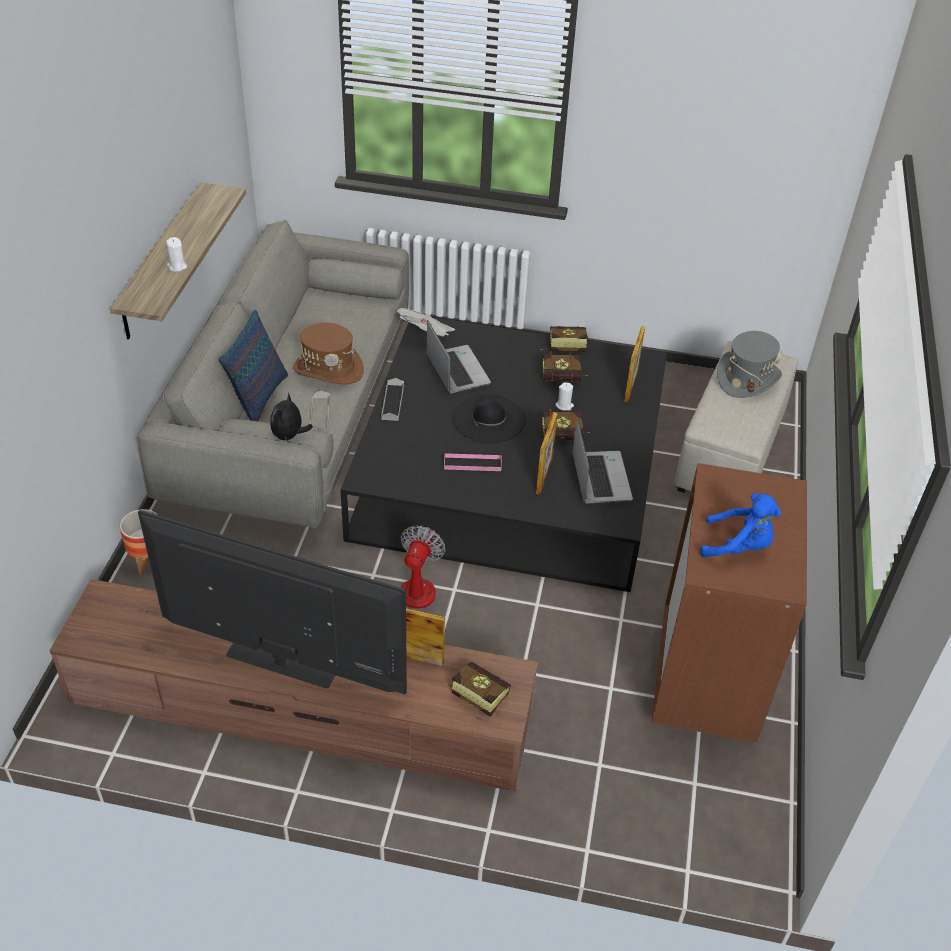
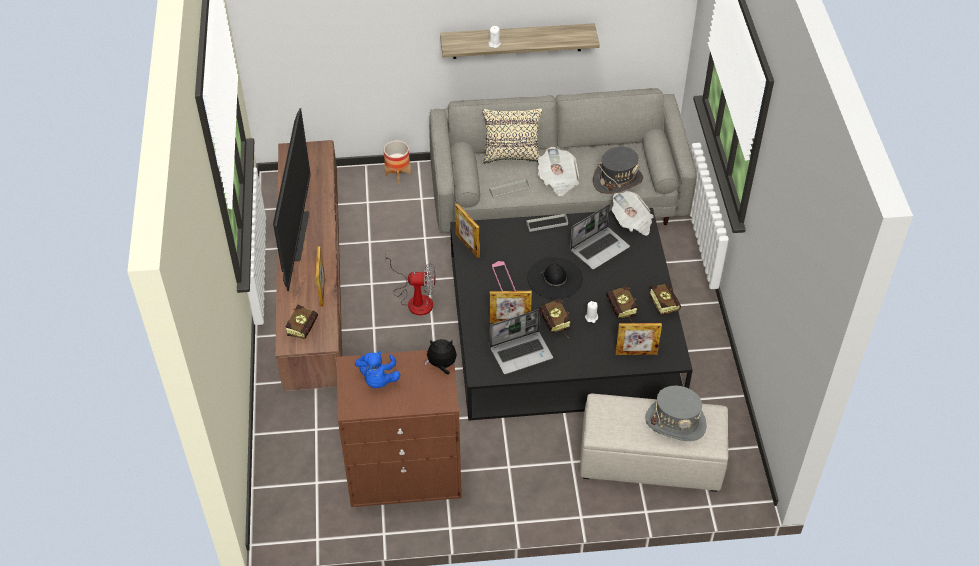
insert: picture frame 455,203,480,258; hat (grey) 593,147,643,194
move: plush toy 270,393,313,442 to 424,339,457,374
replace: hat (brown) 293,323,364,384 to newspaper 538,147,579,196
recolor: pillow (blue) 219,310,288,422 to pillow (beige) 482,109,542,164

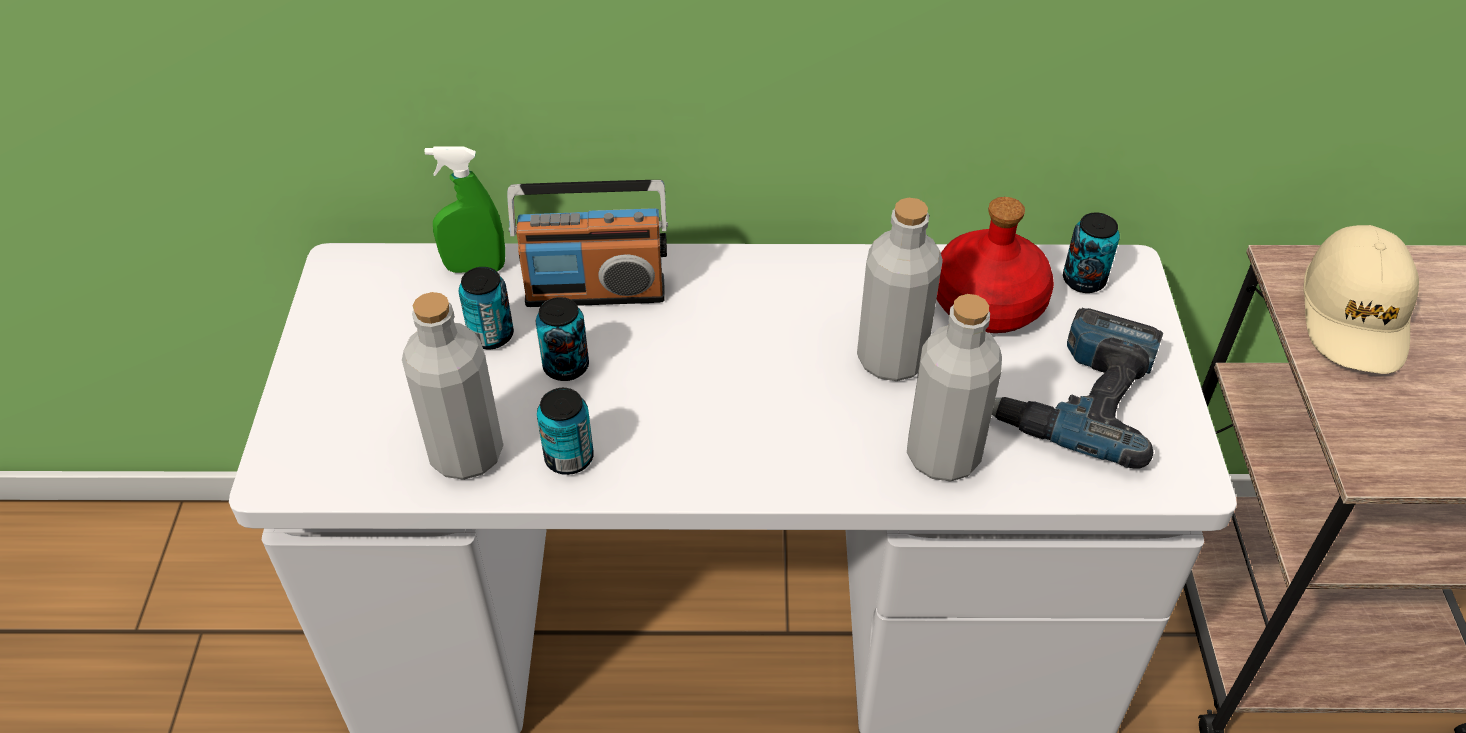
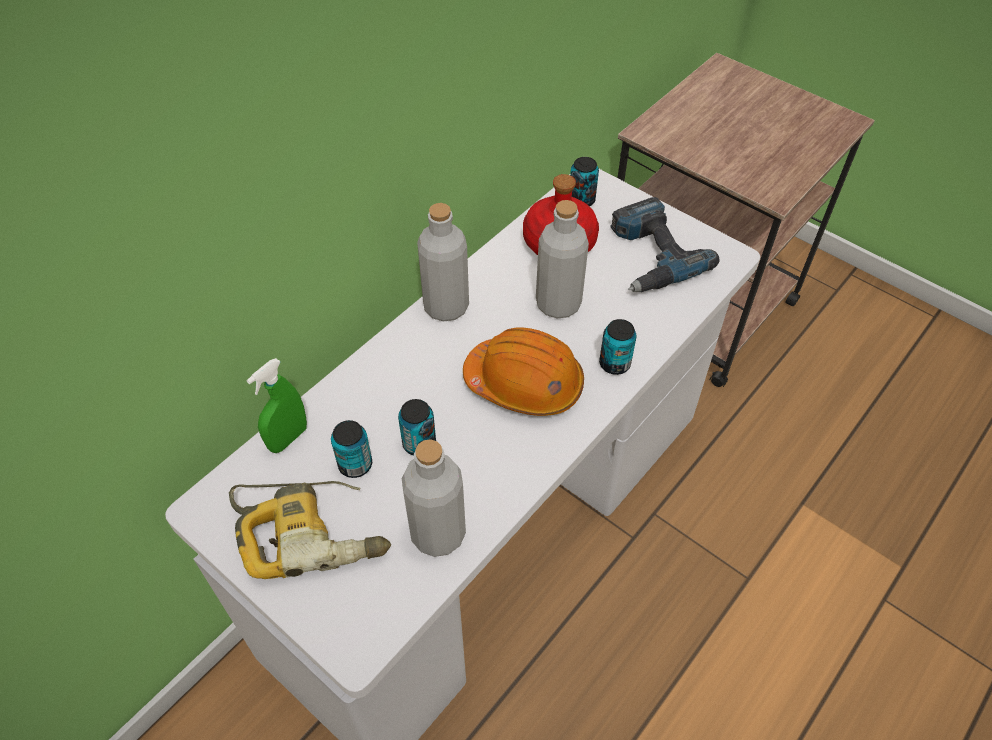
delete: radio 507,180,668,307; cap (beige) 1304,225,1419,374
insert: power drill 229,481,391,579; hard hat (orange) 463,327,584,416
move: can 537,388,594,475 to 599,319,637,375; bottle (grey) 907,294,1002,481 to 417,203,469,322

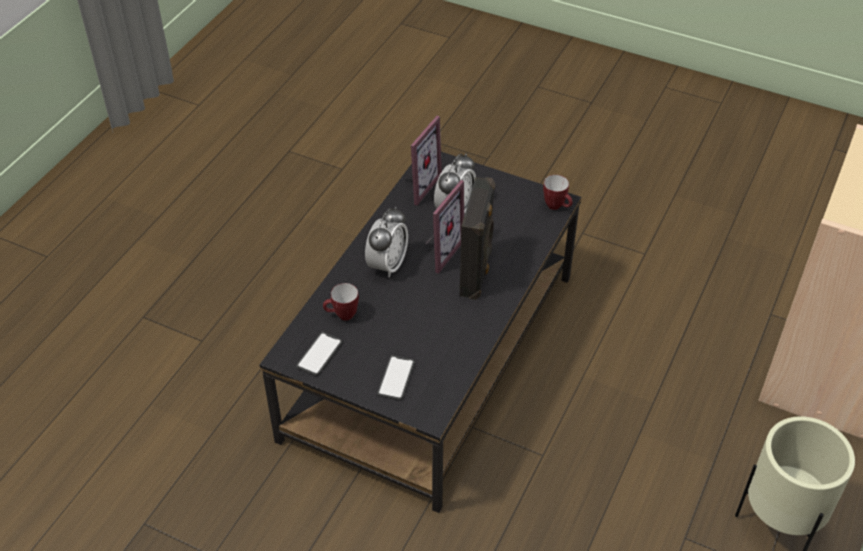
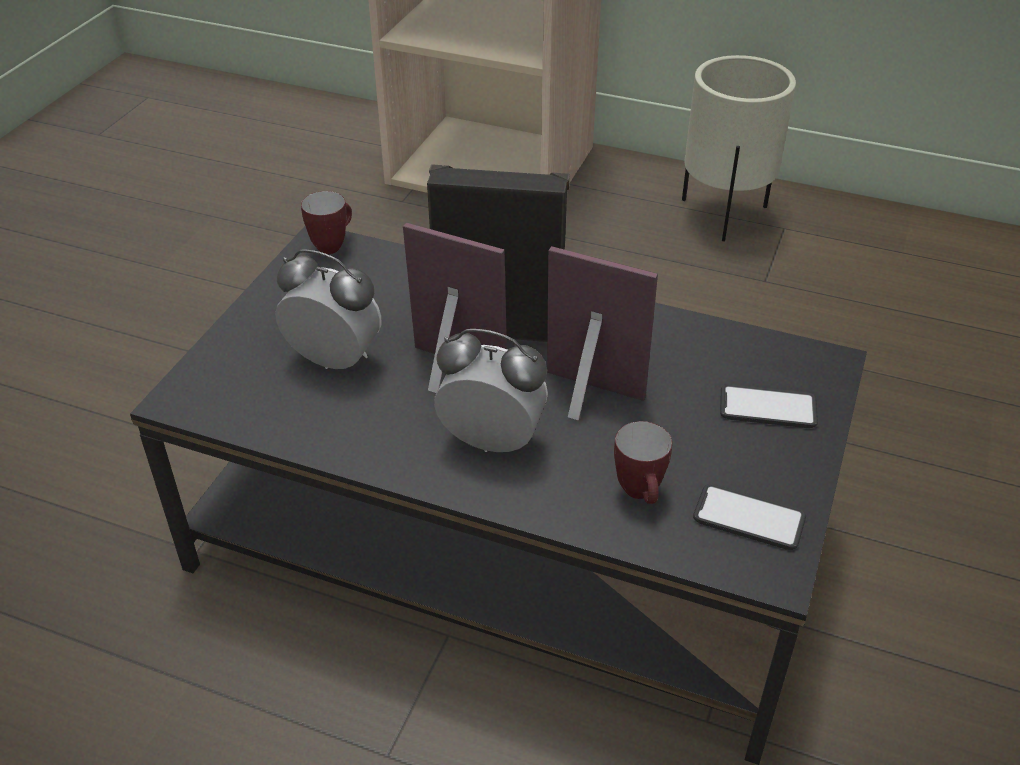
move: picture frame 411,116,442,206 to 547,246,658,421

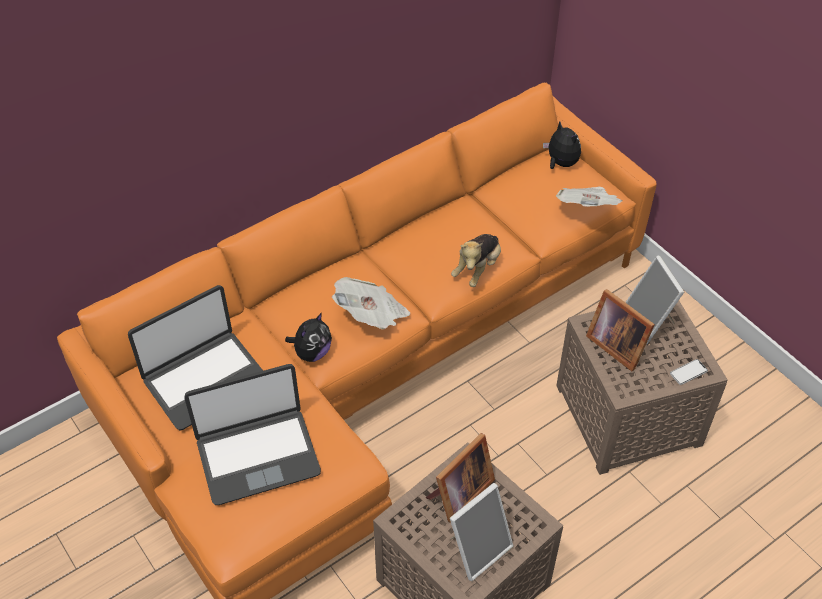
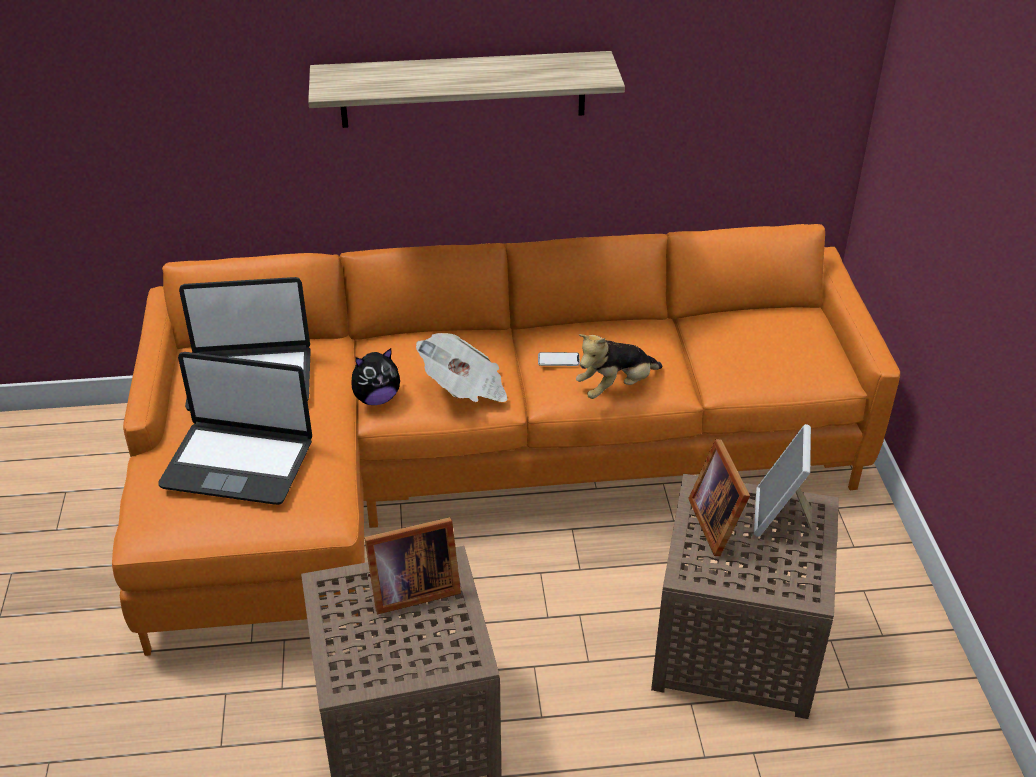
delete: picture frame 450,483,514,581; plush toy 543,122,581,169; newspaper 556,186,622,207
insert: shelf 308,51,625,128
move: phone 670,359,708,385 to 538,352,580,366

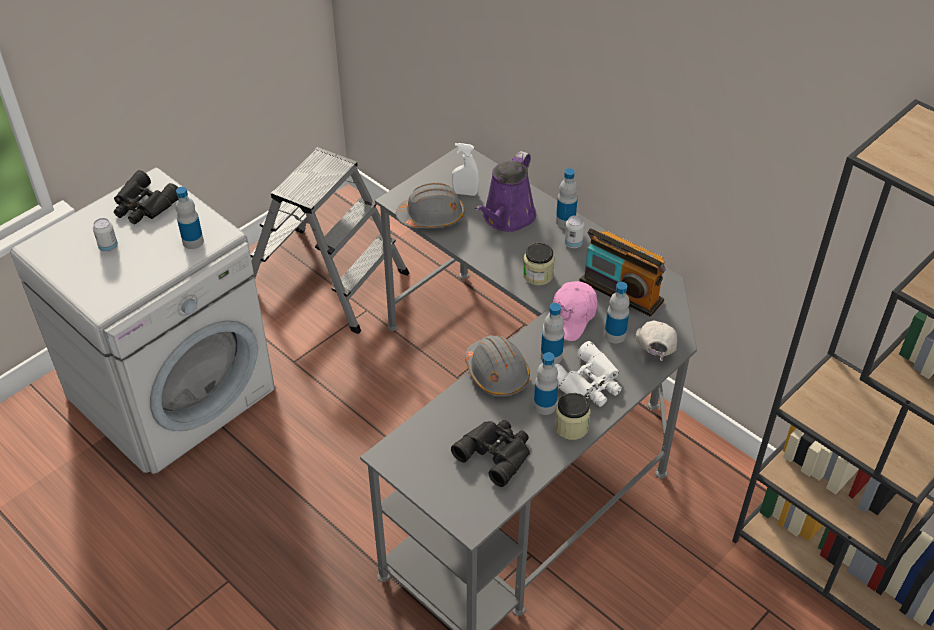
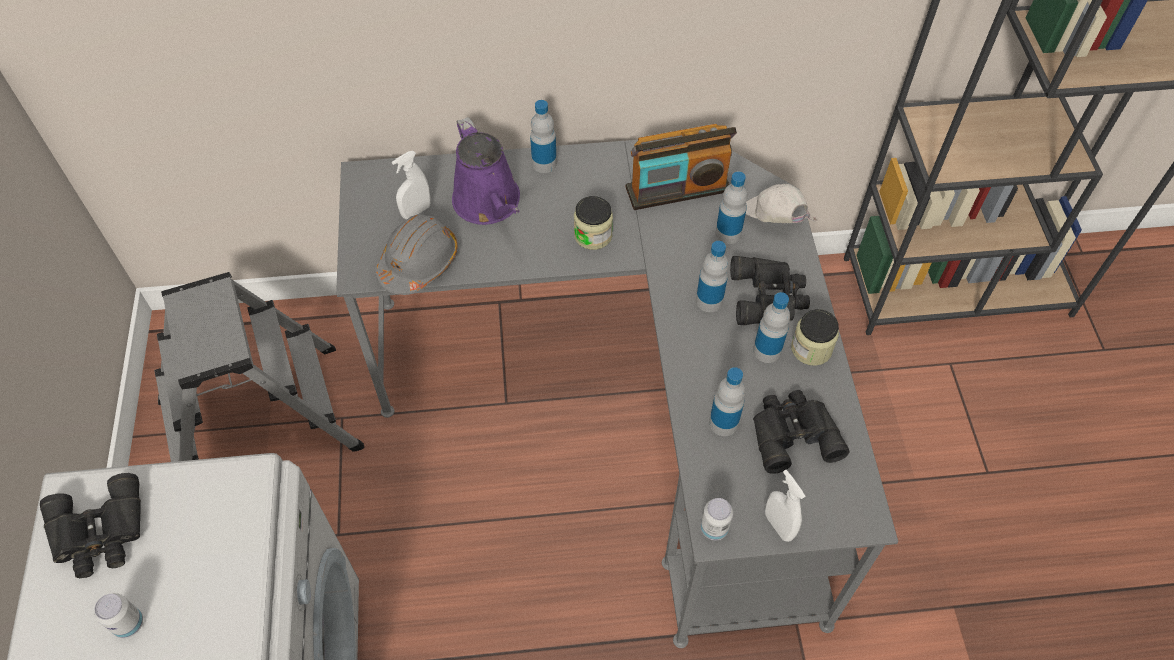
delete: hard hat (grey) 465,335,530,397; cap (pink) 543,281,598,341
insert: spray bottle (white) 765,469,806,542
move: bottle 175,187,204,249 to 709,367,745,436; can 564,215,584,248 to 700,498,733,540
recolor: binoculars (white) 555,341,622,407 to binoculars (black) 730,256,810,325

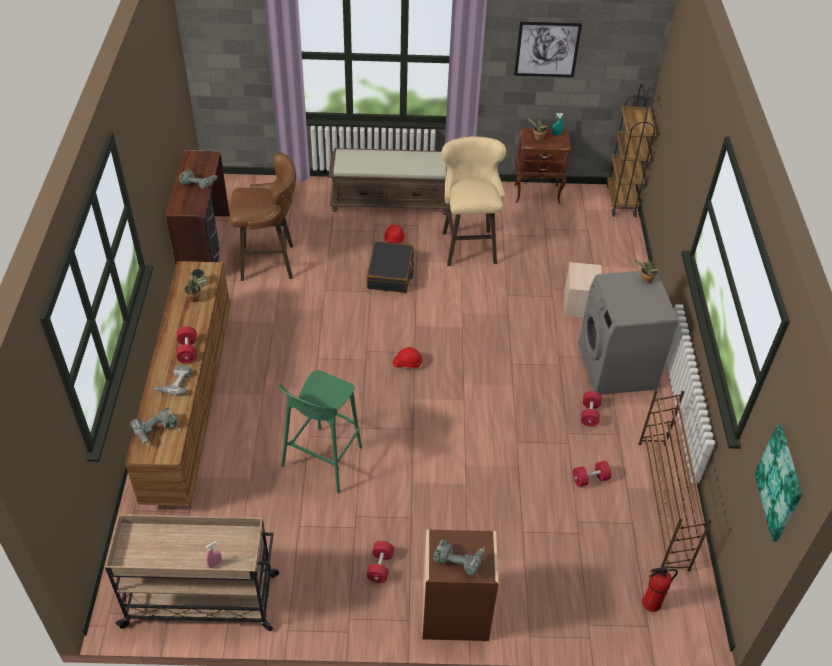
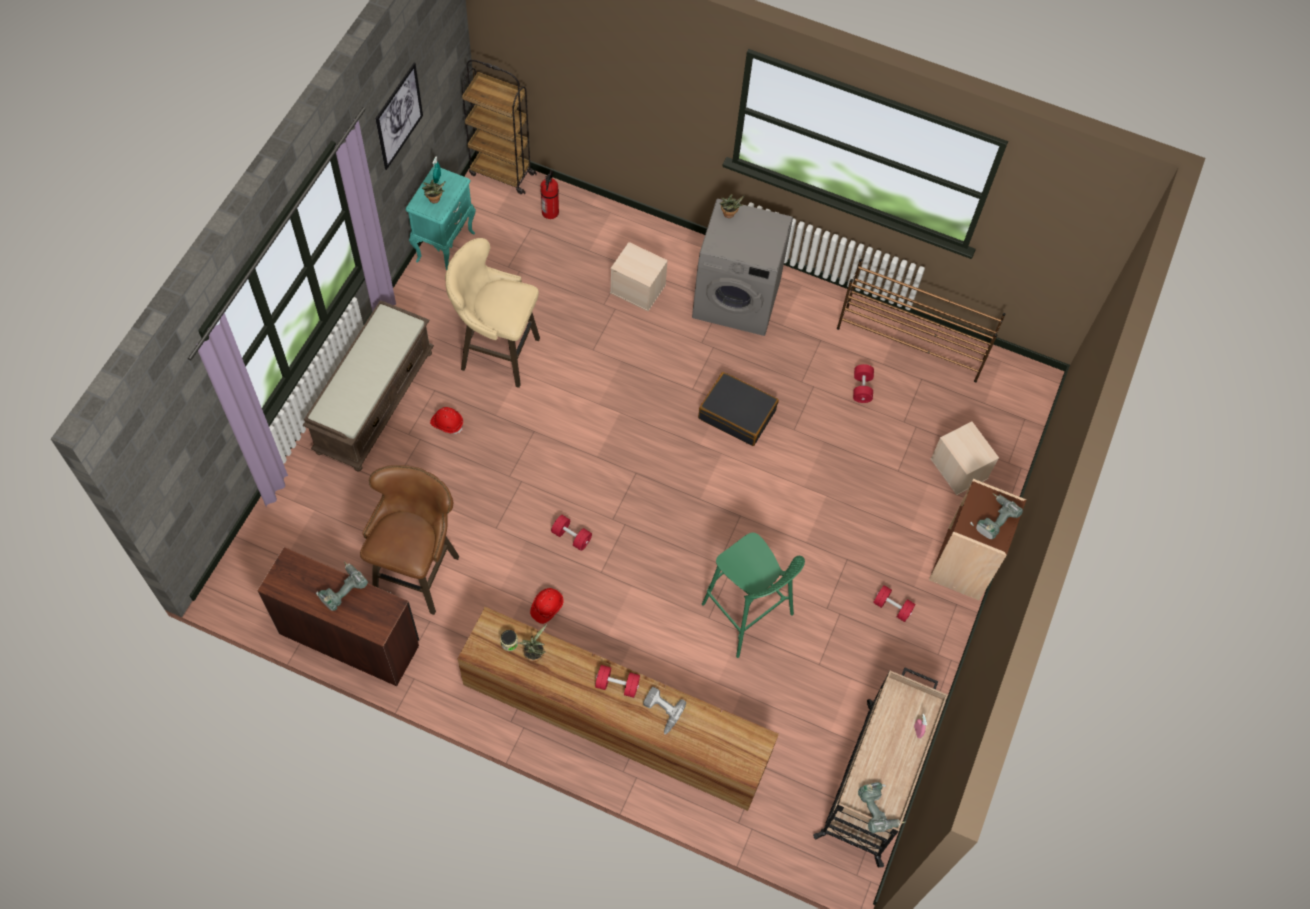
delete: picture 755,425,802,542
insert: storage box (beige) 931,422,999,495
move: power drill 130,408,181,447 to 858,782,905,833; suitcase (black) 367,241,414,293 to 698,372,779,446; hard hat (red) 393,347,423,370 to 530,588,563,624; dumbbell (red) 581,391,601,427 to 551,515,592,551; fire extinguisher 642,566,678,612 to 540,170,559,219
recolor: nightstand (brown) 514,129,571,204 to nightstand (turquoise) 406,166,476,271

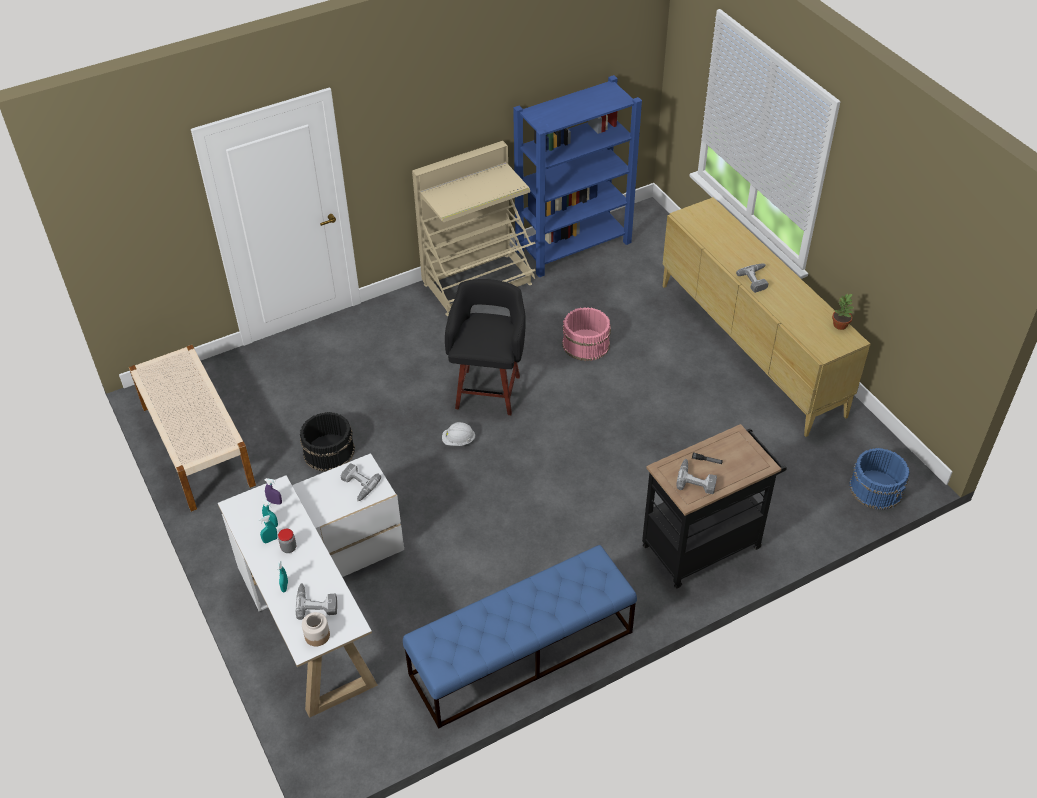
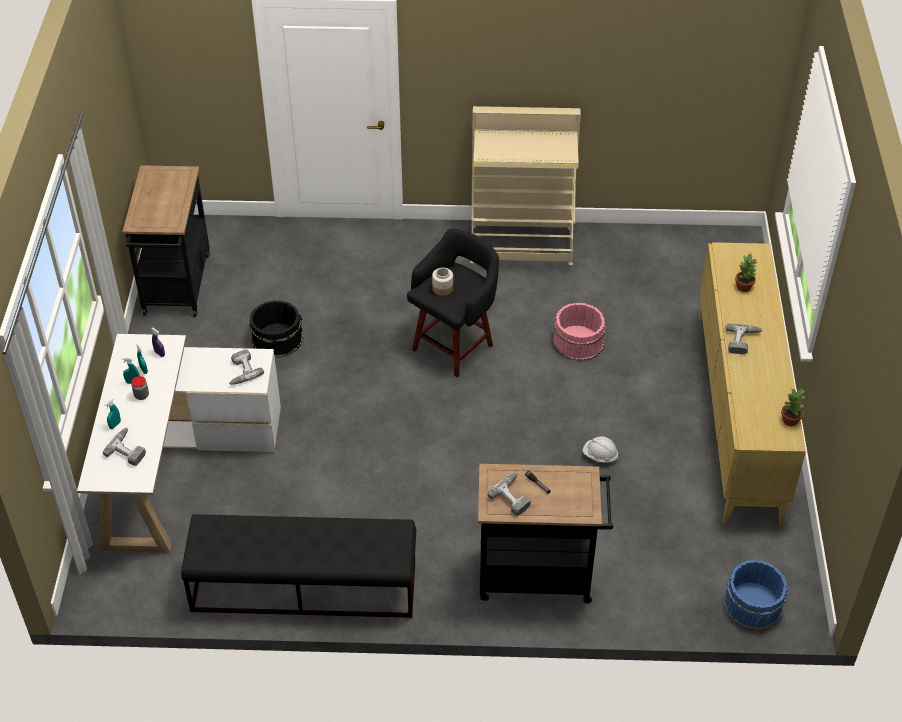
delete: bookcase (blue) 513,75,642,277
insert: potted plant 735,254,757,292
move: jar 302,612,330,647 to 432,268,453,296; hard hat (white) 442,422,476,446 to 583,436,618,463
replace: bench (beige) 129,345,256,512 to cart (black) 122,165,210,317
recolor: bench (blue) 403,545,637,729 to bench (black) 181,514,416,618

